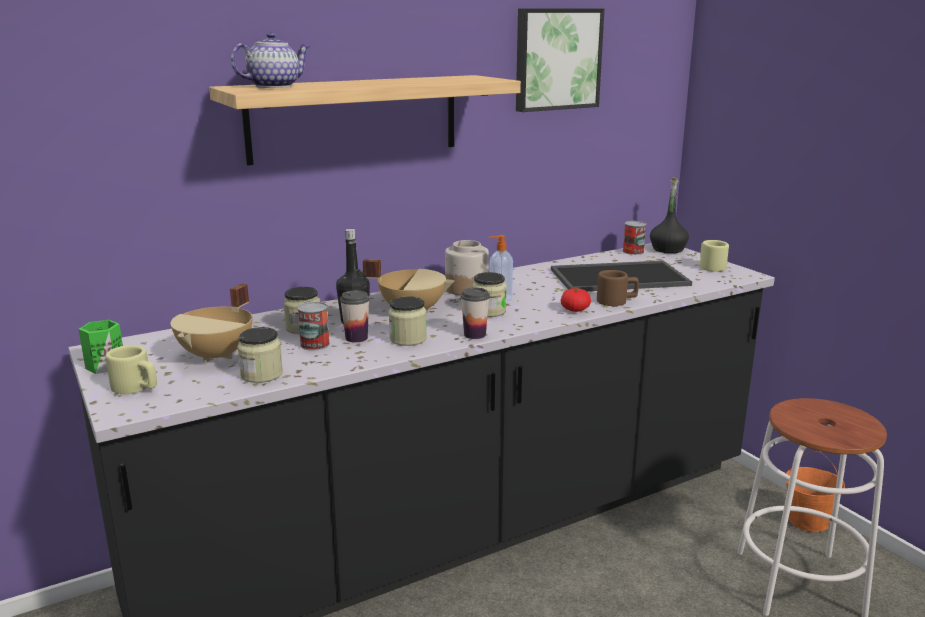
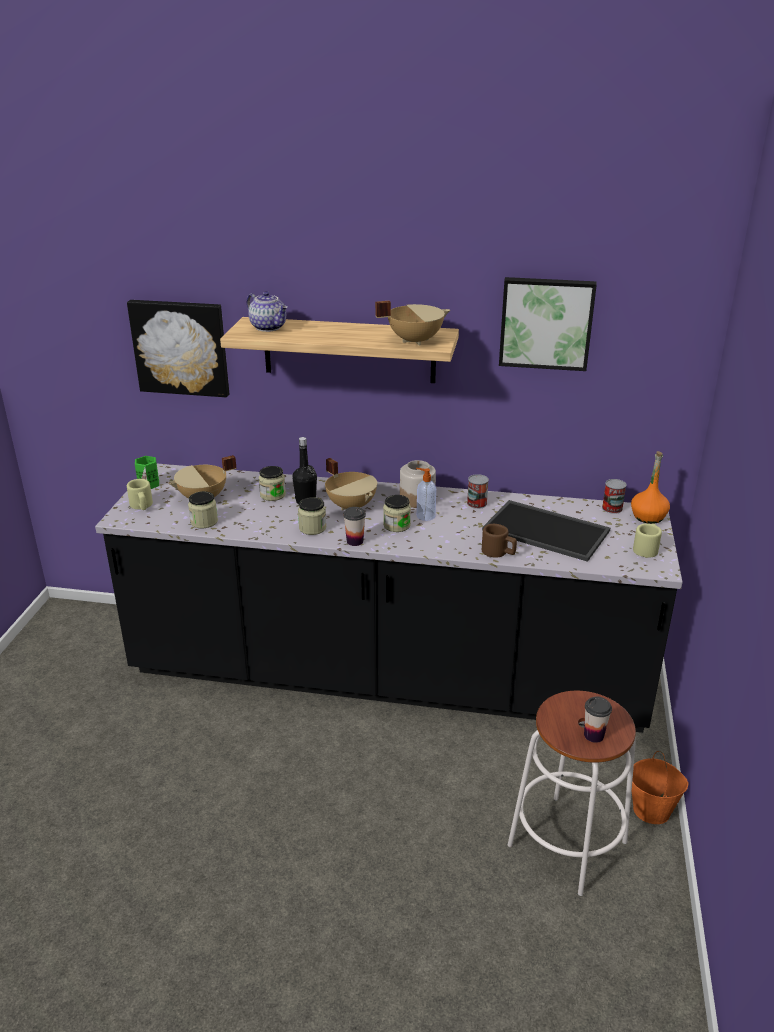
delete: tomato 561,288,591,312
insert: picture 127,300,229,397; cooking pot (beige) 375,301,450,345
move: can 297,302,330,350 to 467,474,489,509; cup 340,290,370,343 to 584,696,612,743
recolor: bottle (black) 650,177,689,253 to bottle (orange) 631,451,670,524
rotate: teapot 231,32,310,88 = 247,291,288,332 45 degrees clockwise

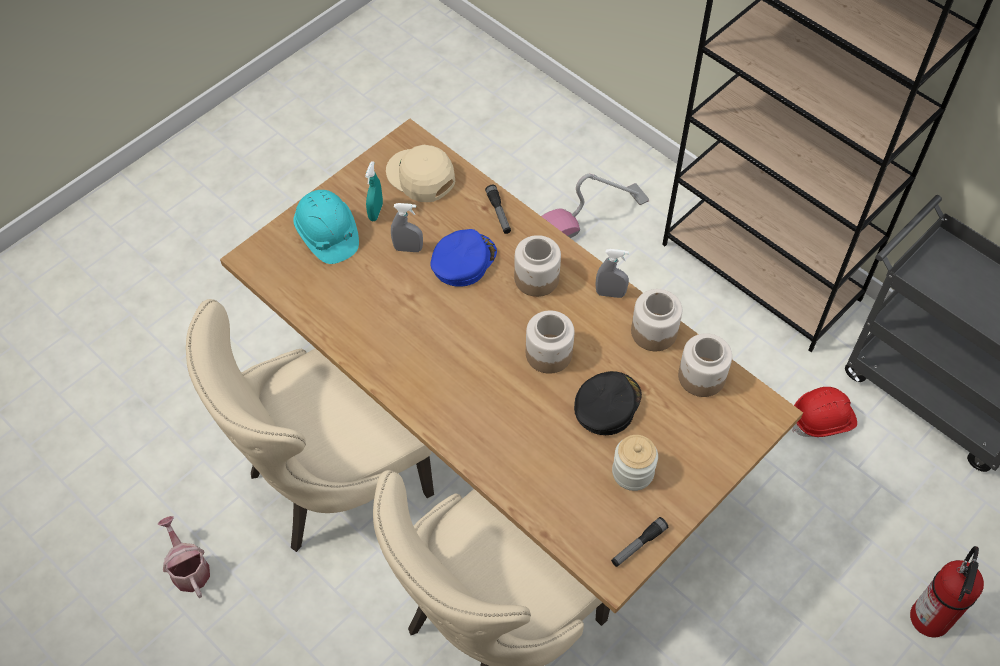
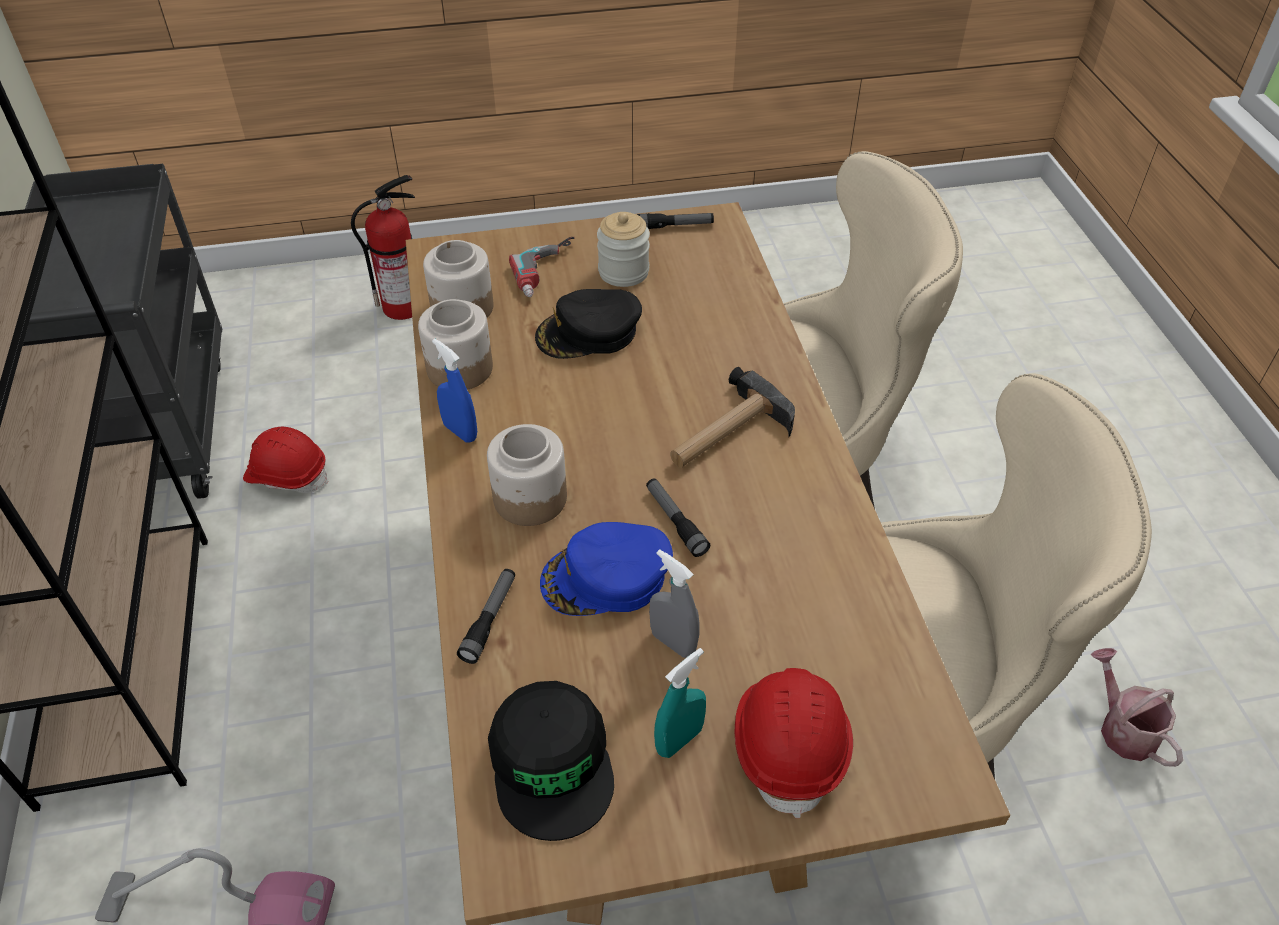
delete: jar 526,310,575,374
insert: power drill 509,237,575,297; flashlight 646,478,710,557; hammer 670,367,795,468
recolor: hard hat (turquoise) 294,190,359,264 to hard hat (red) 735,668,853,818; cap (beige) 386,145,455,202 to cap (black) 488,681,614,841; spray bottle (grey) 595,249,629,298 to spray bottle (blue) 432,338,477,443
rotate: watering can 157,516,210,598 = 1091,648,1183,767 150 degrees clockwise

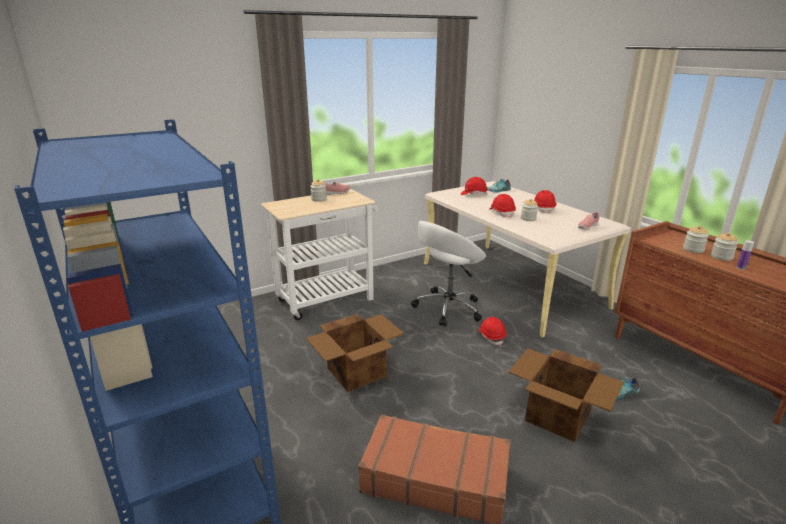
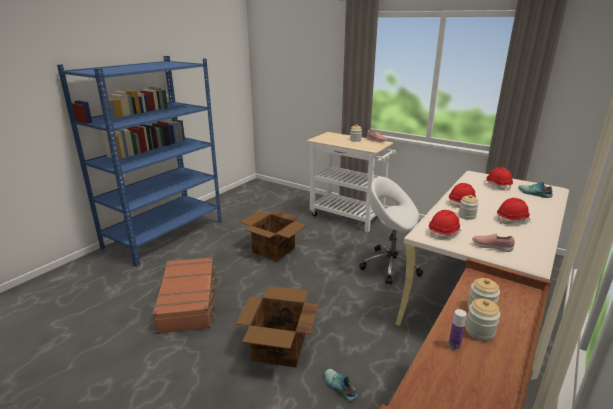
move: hard hat (red) 478,317,506,346 to 429,210,461,240

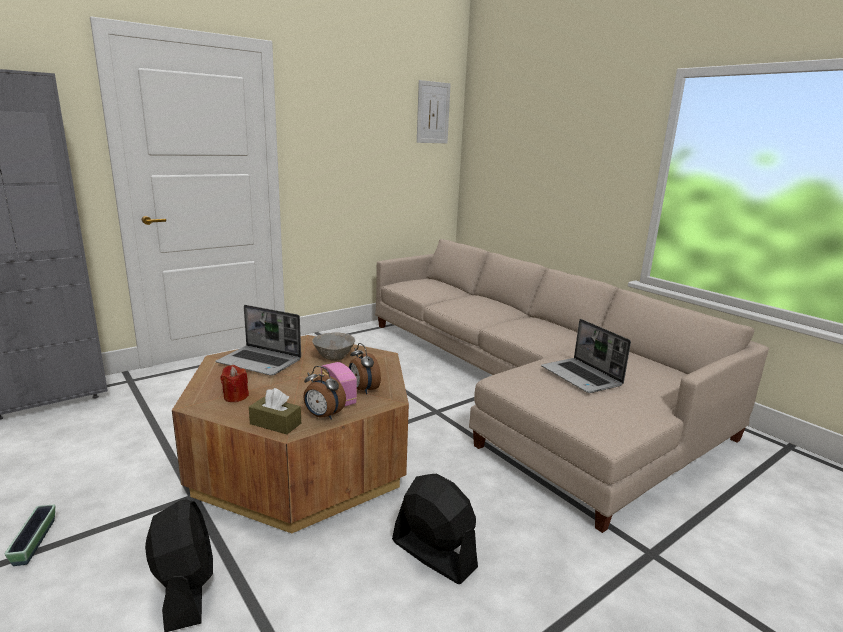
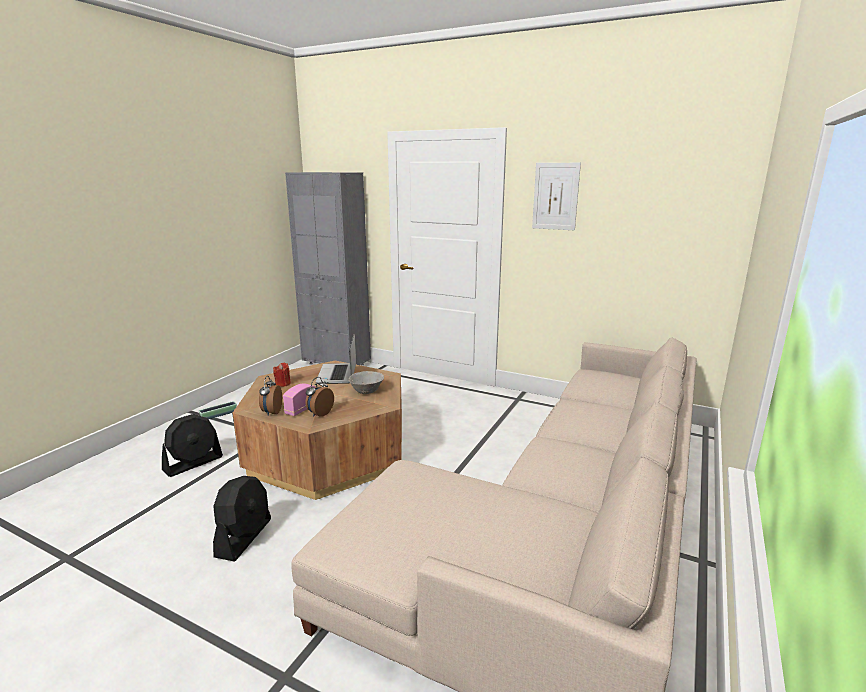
delete: tissue box (brown) 249,388,301,435; laptop 541,319,631,393
move: picture 417,80,451,143 to 532,163,581,230

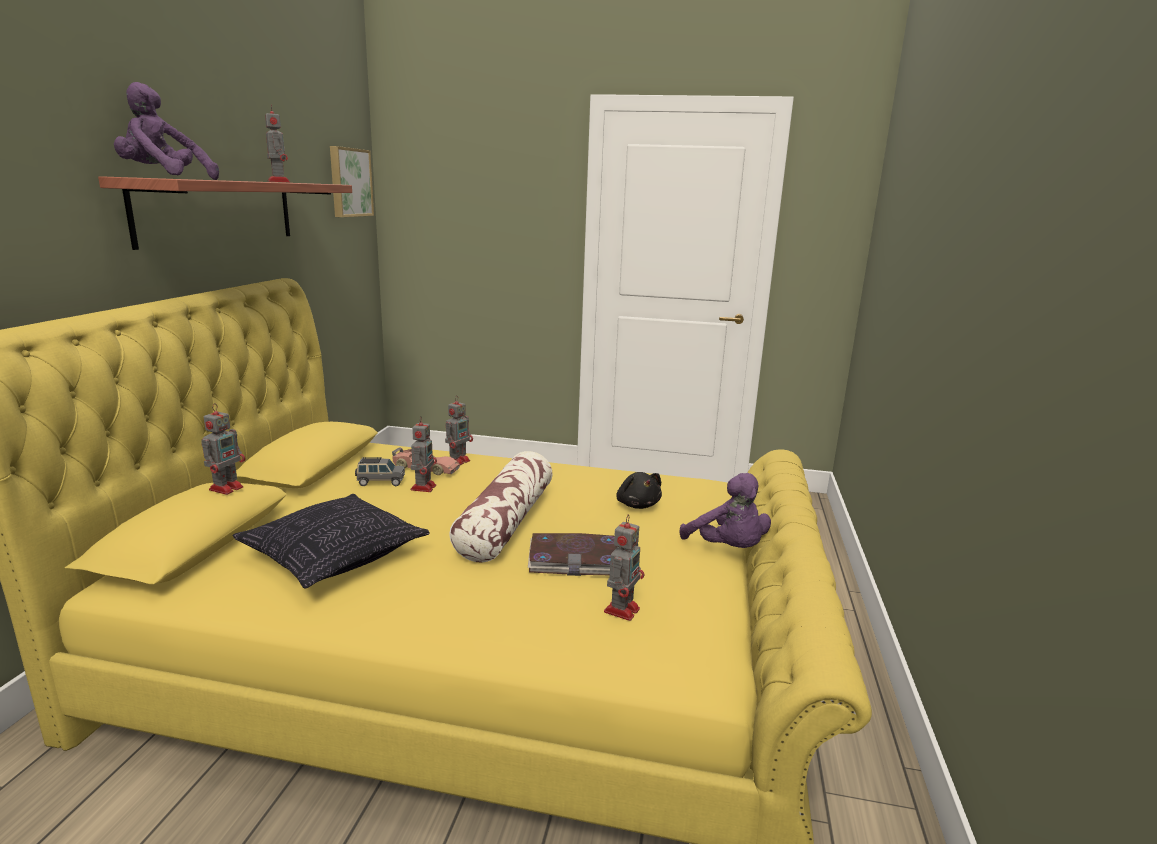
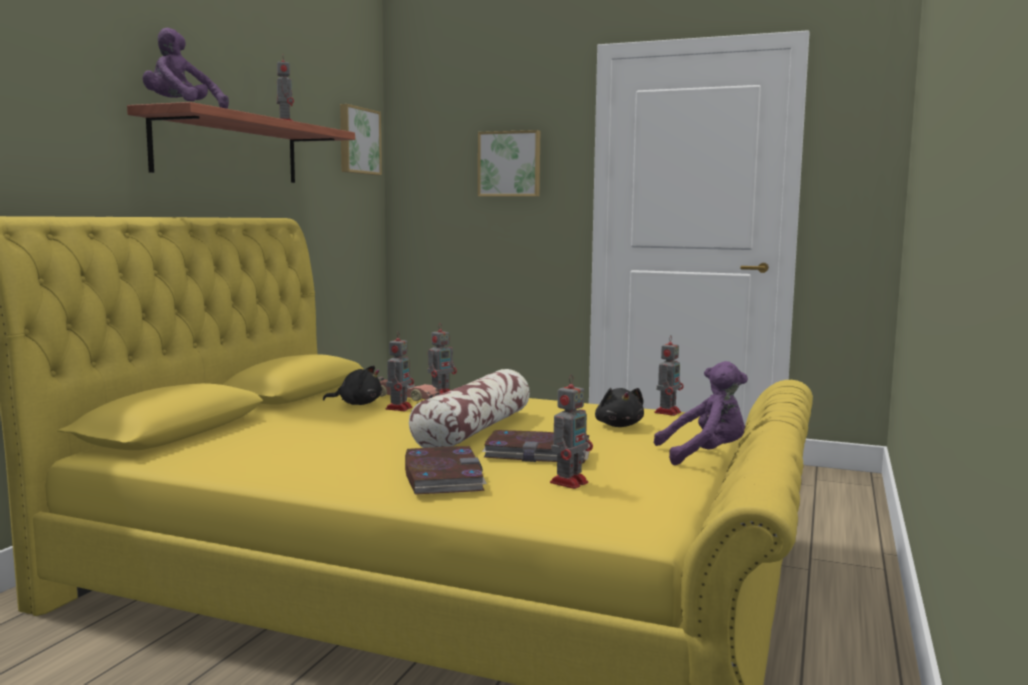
delete: pillow 233,494,430,588
insert: book 405,446,487,495; picture 478,130,540,197
move: toy robot 201,403,245,495 to 654,335,684,416
replace: toy car (grey) 355,457,405,486 to plush toy (black) 323,366,382,405
rotate: plush toy (purple) 680,473,771,548 = 654,361,748,465 75 degrees counterclockwise

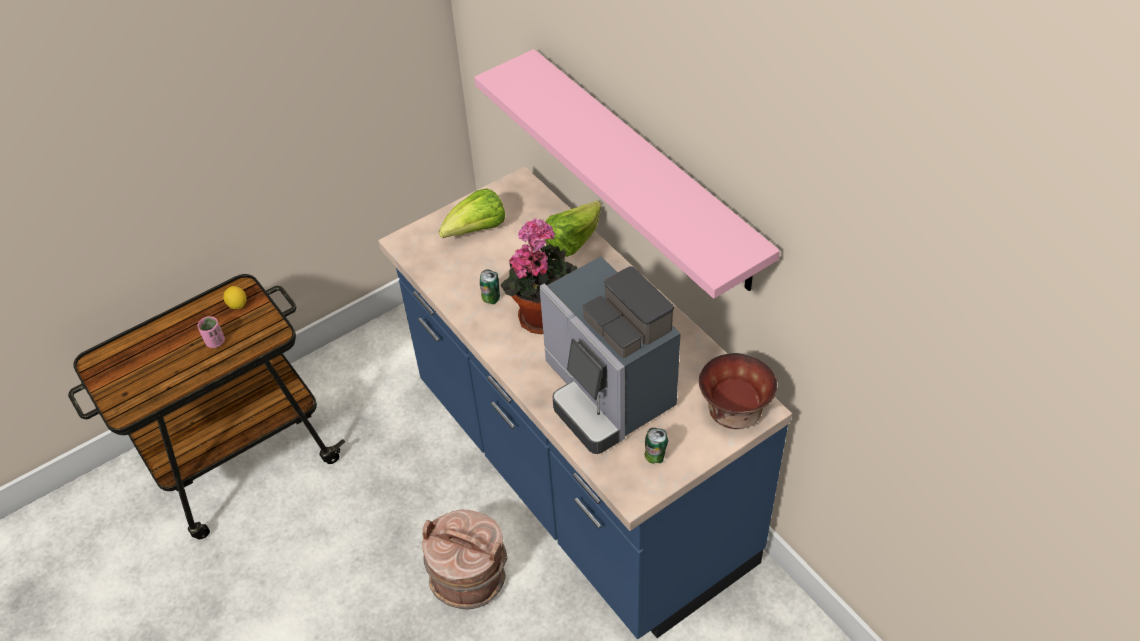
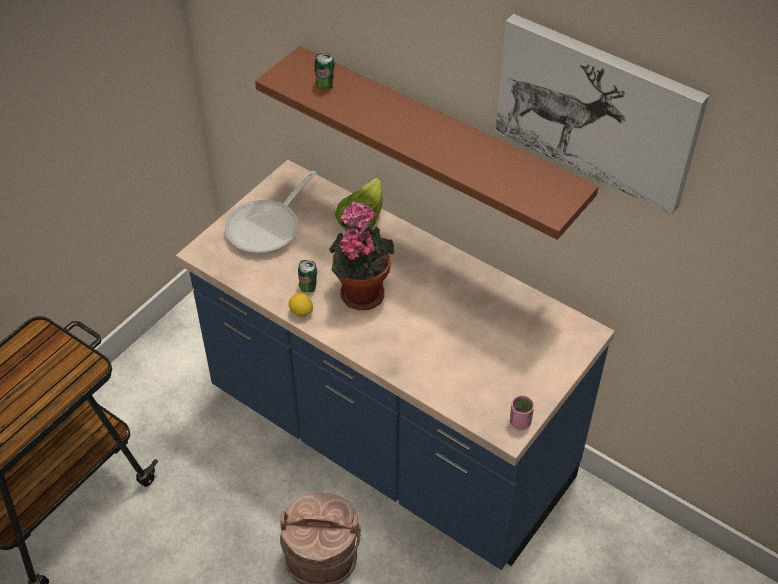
delete: coffee machine 540,256,681,454; bowl 699,353,777,429
insert: picture 495,14,709,215
move: cup (pink) 198,316,225,348 to 510,395,534,430; lemon 223,286,246,309 to 289,292,313,317; can 644,428,668,463 to 314,53,335,90
replace: lettuce 439,189,505,238 to frying pan 225,171,317,255
recolor: shelf (pink) 474,49,780,299 to shelf (brown) 255,46,598,240

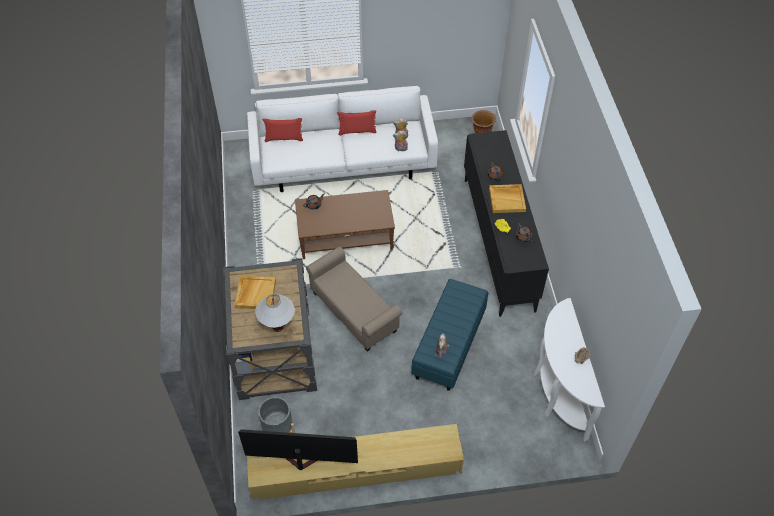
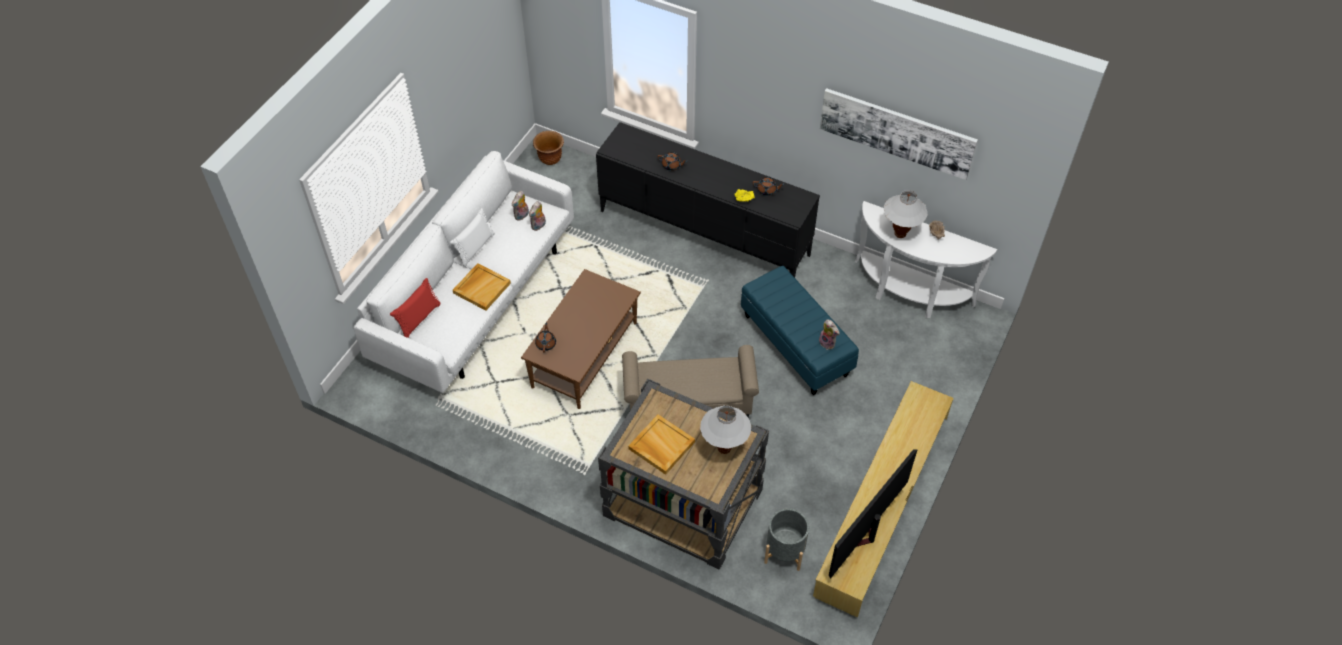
insert: picture 820,88,978,180; table lamp (white) 883,190,928,238
move: tray (beige) 489,184,526,213 to 453,263,511,311
recolor: pillow (red) 337,110,377,136 to pillow (white) 450,208,495,267

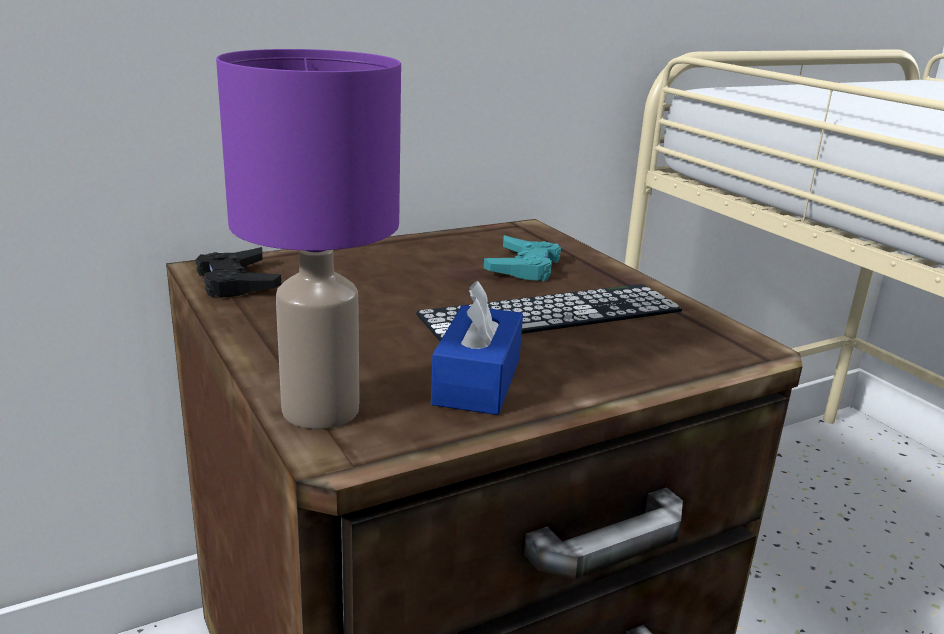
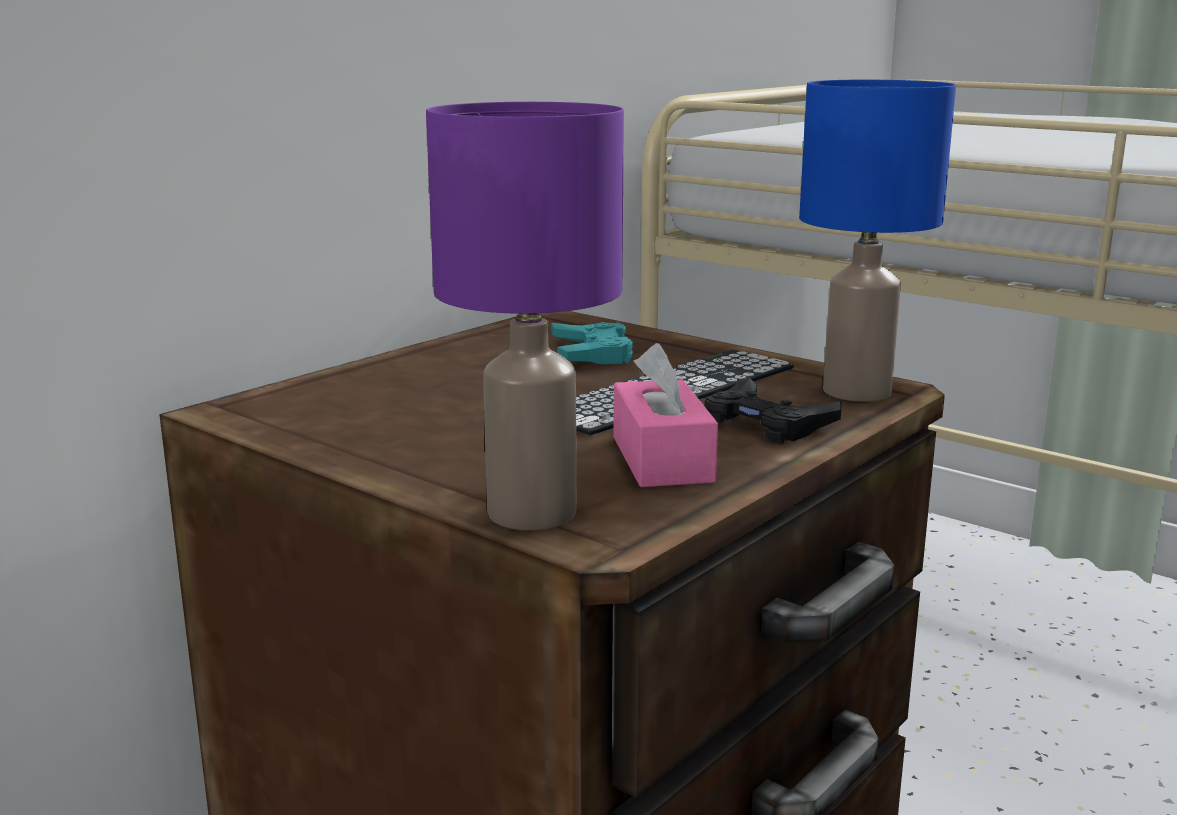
insert: table lamp (blue) 799,80,956,402
move: game controller (black) 196,247,281,298 to 705,378,842,444
recolor: tissue box (blue) 431,280,523,415 to tissue box (pink) 613,343,718,487

